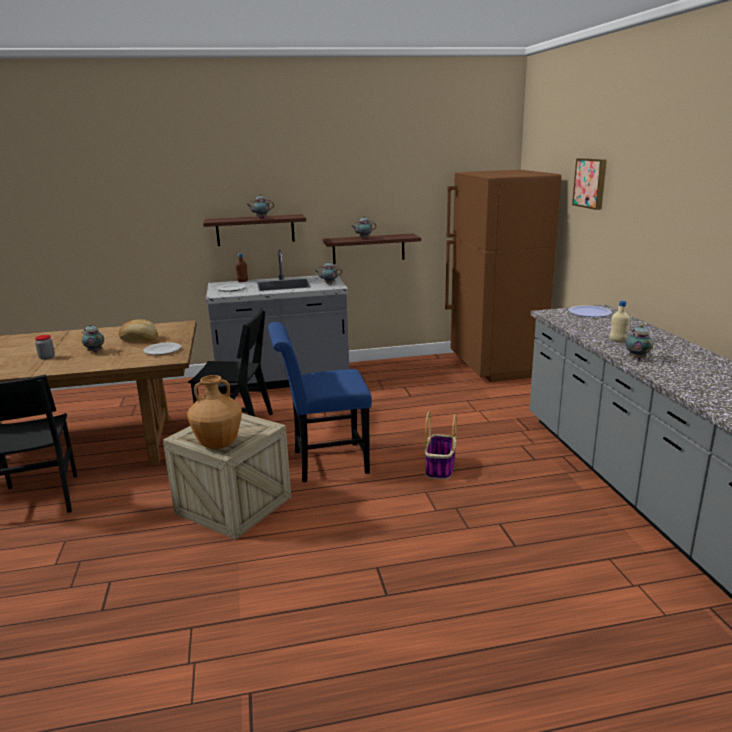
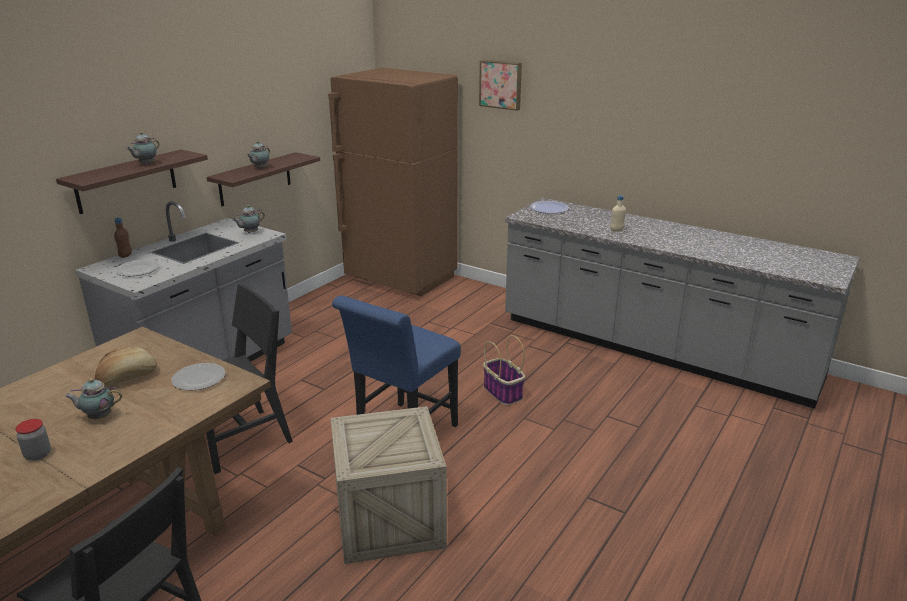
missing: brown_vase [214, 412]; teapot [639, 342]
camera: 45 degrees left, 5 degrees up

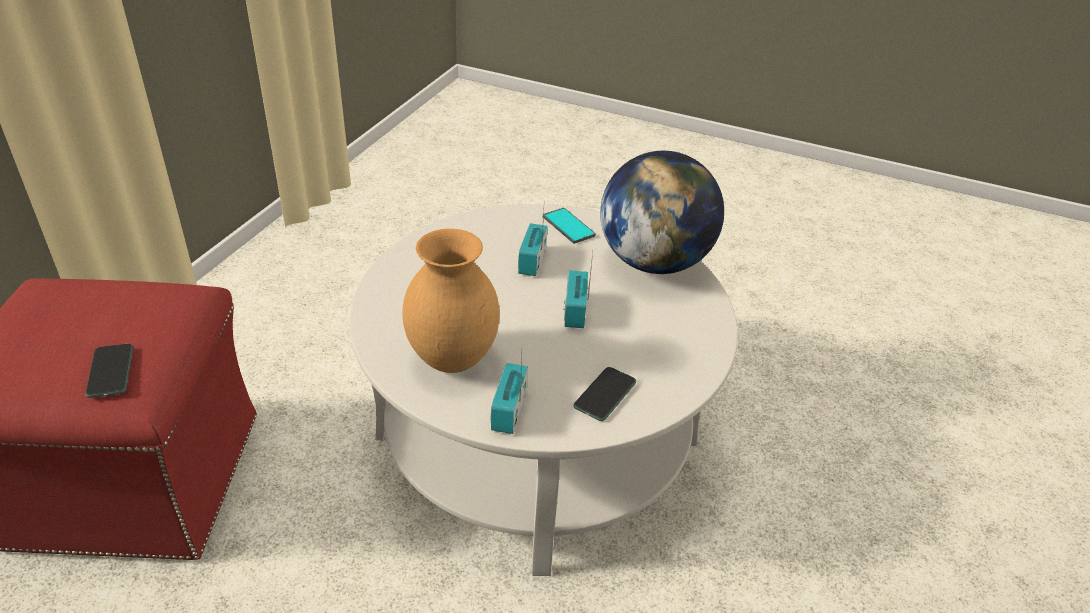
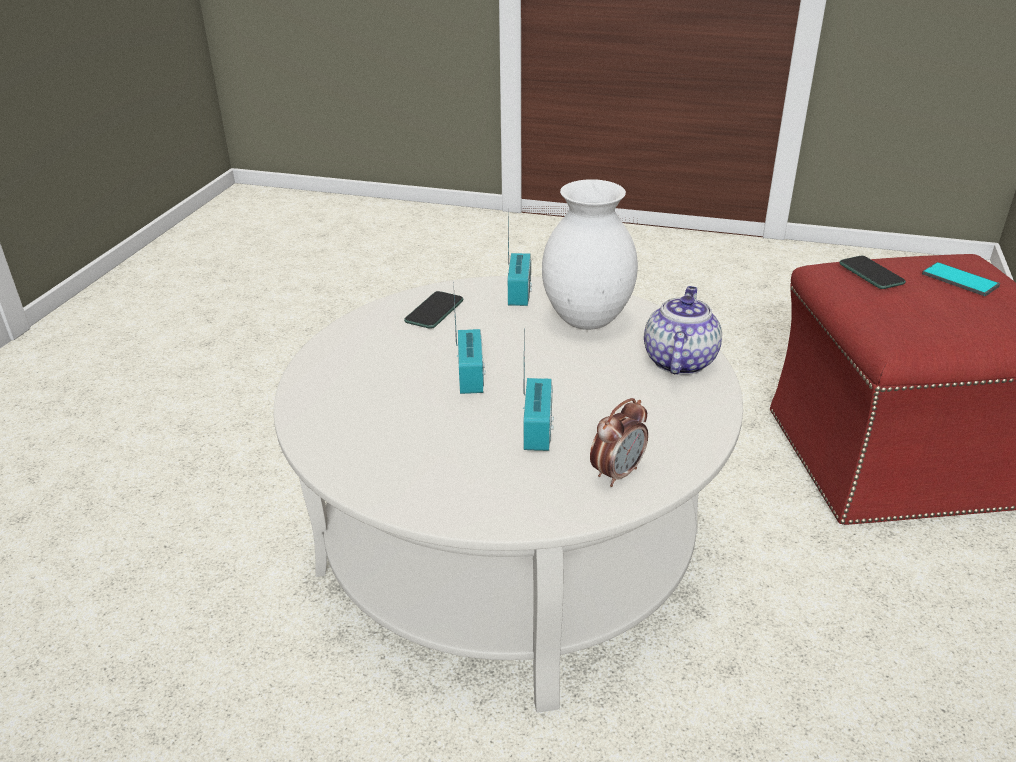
missing: globe [662, 212]
appeared: alarm_clock [619, 442]; teapot [683, 330]
relocated: phone [570, 226] to [961, 279]
colour: brown_vase [451, 301] to white_vase [590, 254]
camera: 175 degrees right, 5 degrees down

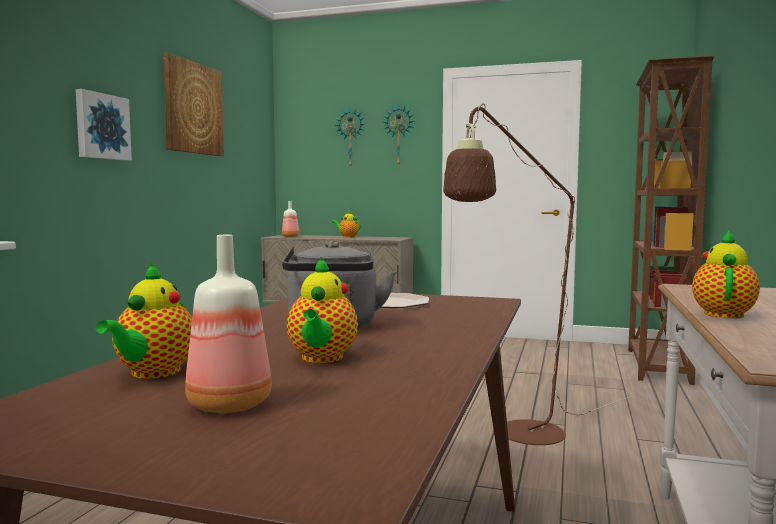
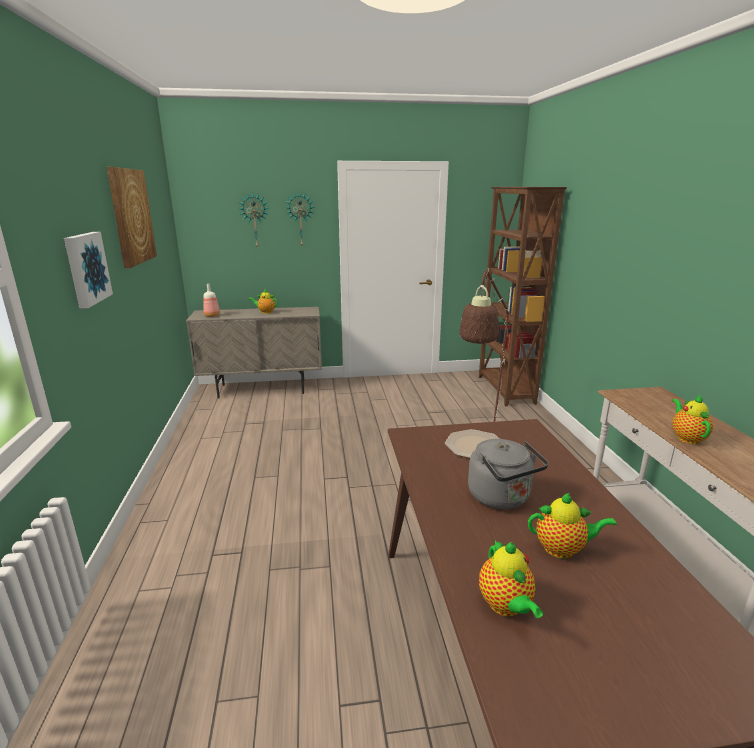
missing: bottle [228, 324]
spun: teapot [322, 310] = [572, 525] 60 degrees counterclockwise
camera: 25 degrees left, 15 degrees up

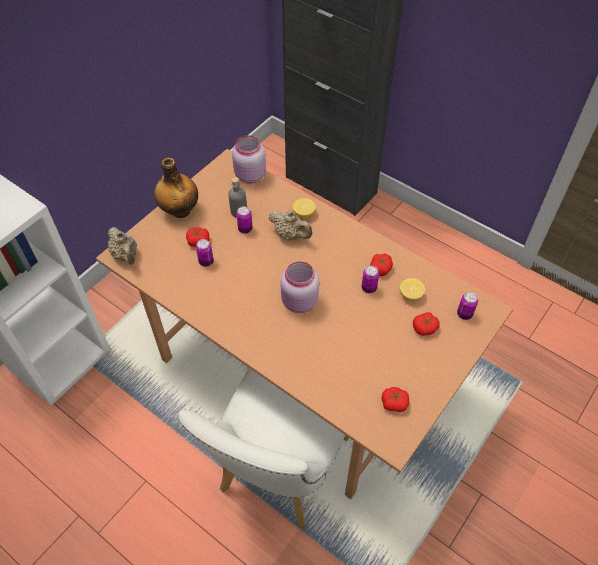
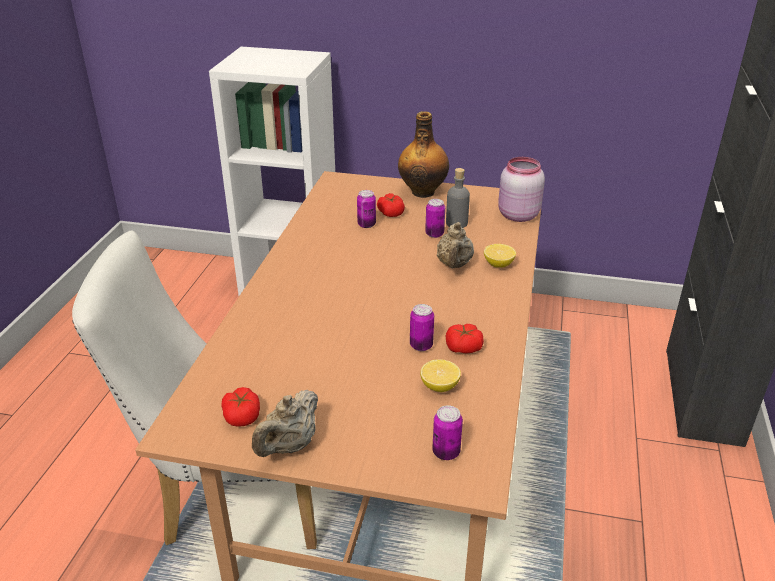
missing: pink_jar [300, 287]; tomato [426, 324]
relocated: beige_teapot [122, 246] to [285, 423]
camera: 65 degrees right, 20 degrees down

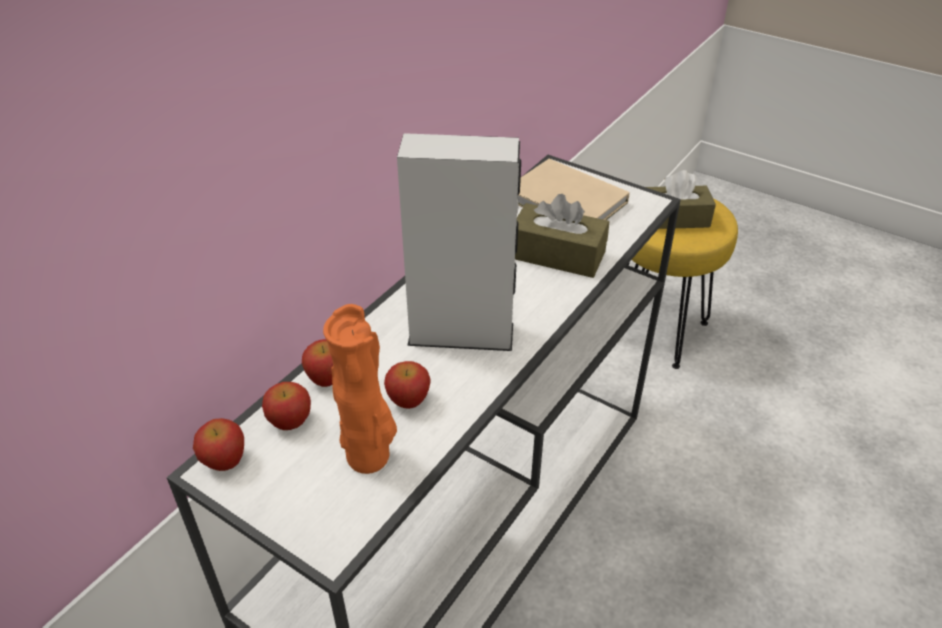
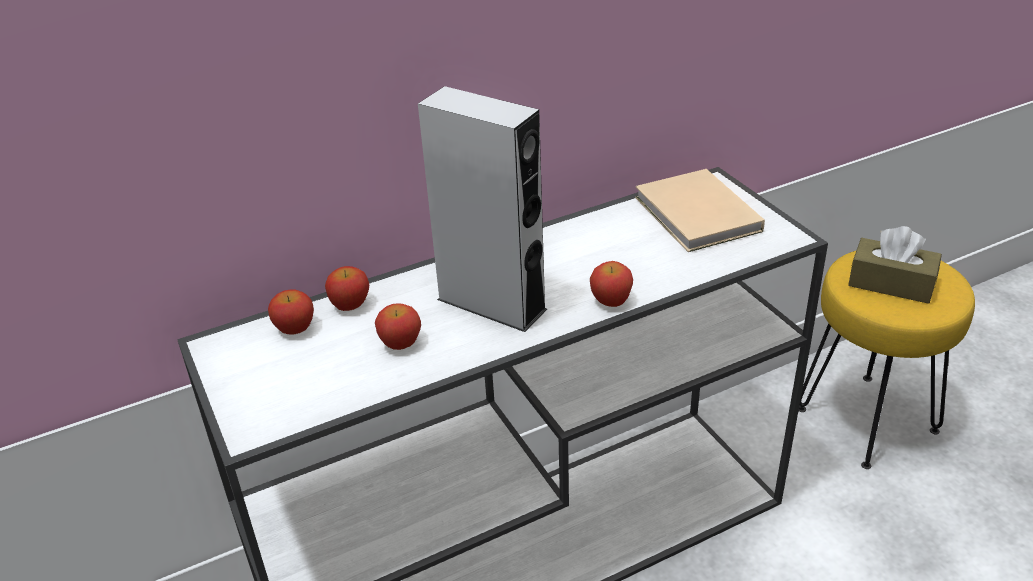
missing: orange_vase [360, 389]; brown_tissue_box [562, 236]
relocated: apple [218, 444] to [611, 284]
camera: 30 degrees right, 5 degrees down

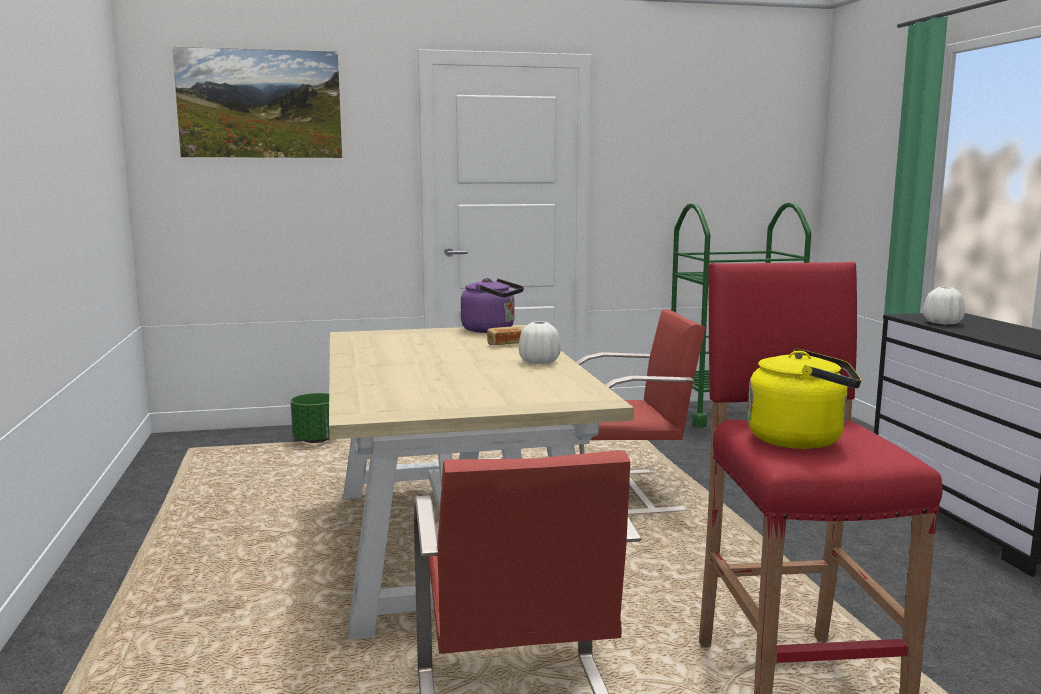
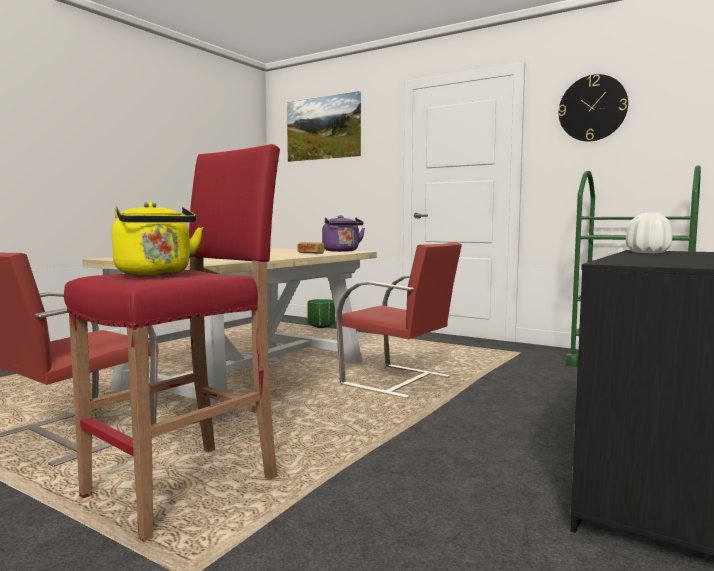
missing: white_vase [540, 342]
appeared: wall_clock [593, 107]
camera: 45 degrees right, 5 degrees down

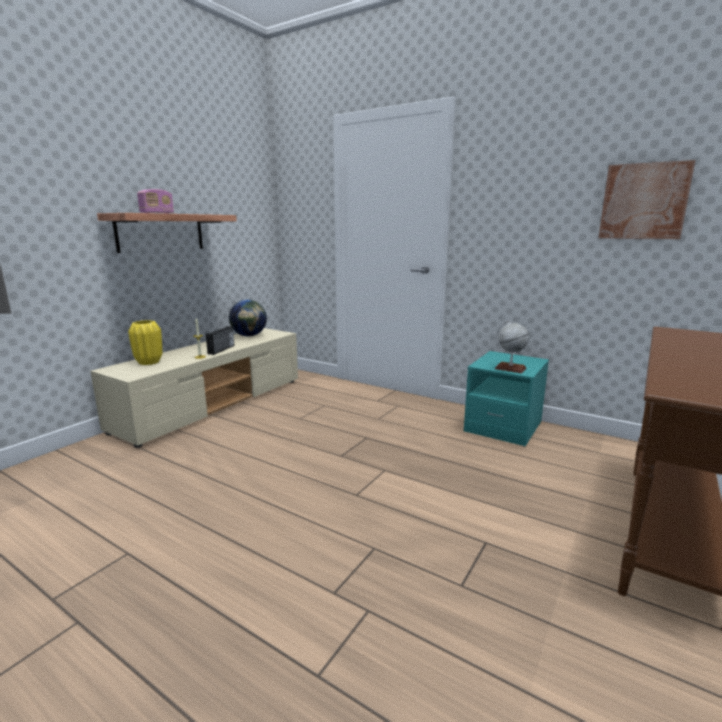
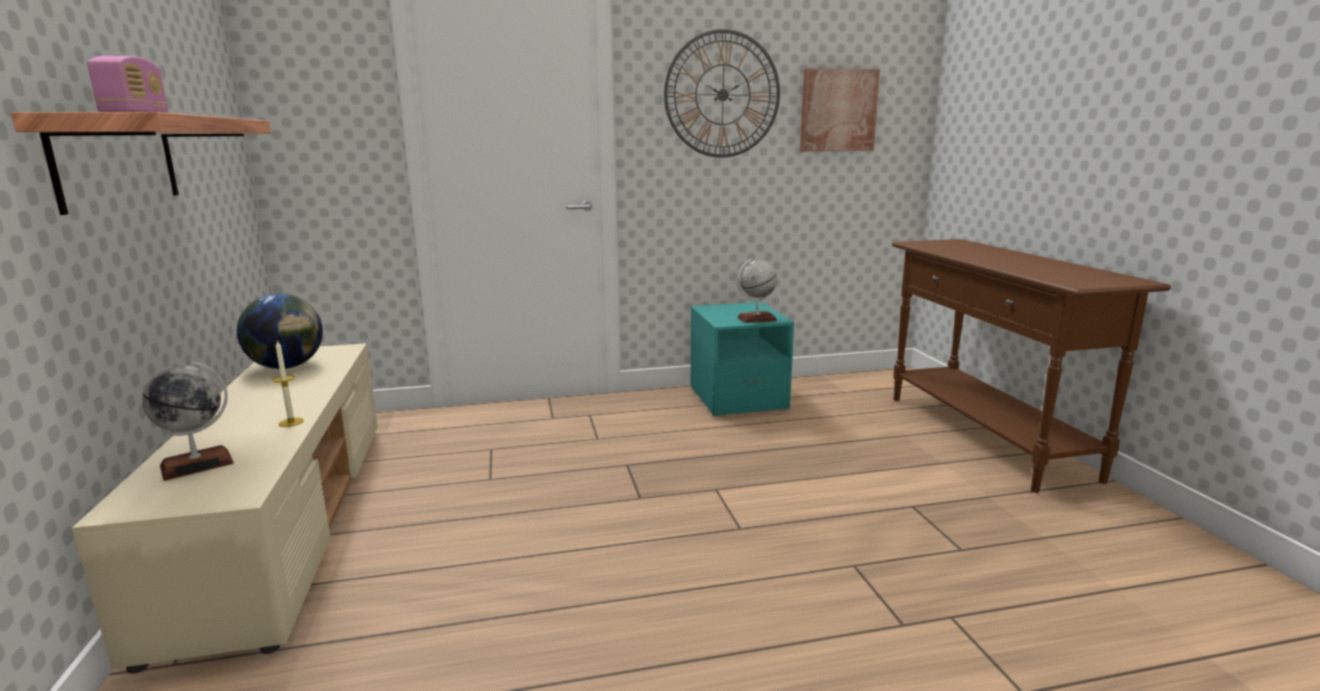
missing: radio [220, 340]
appeared: wall_clock [722, 93]
exchanged: yellow_vase [145, 342] to globe [188, 421]
camera: 45 degrees left, 0 degrees up

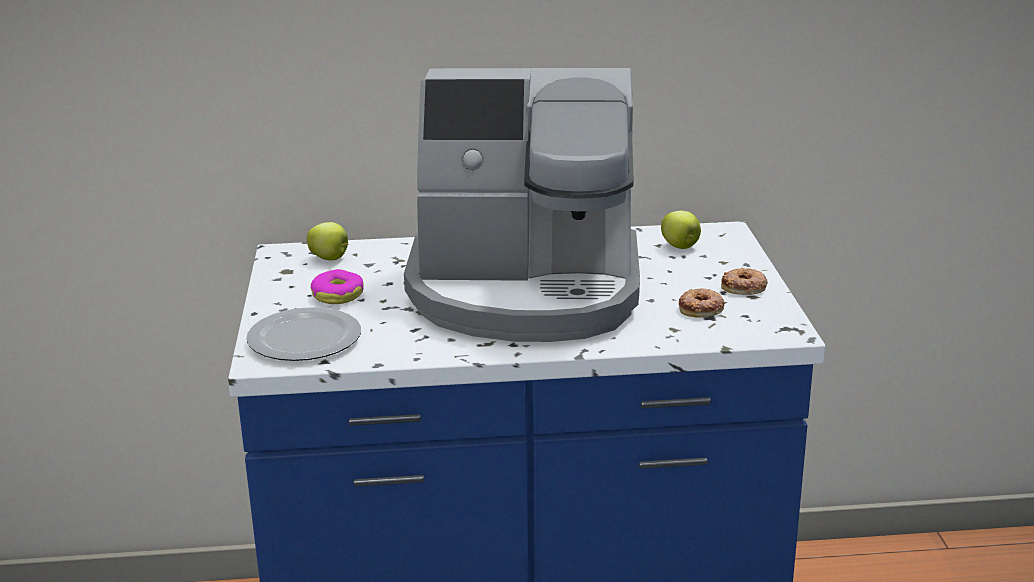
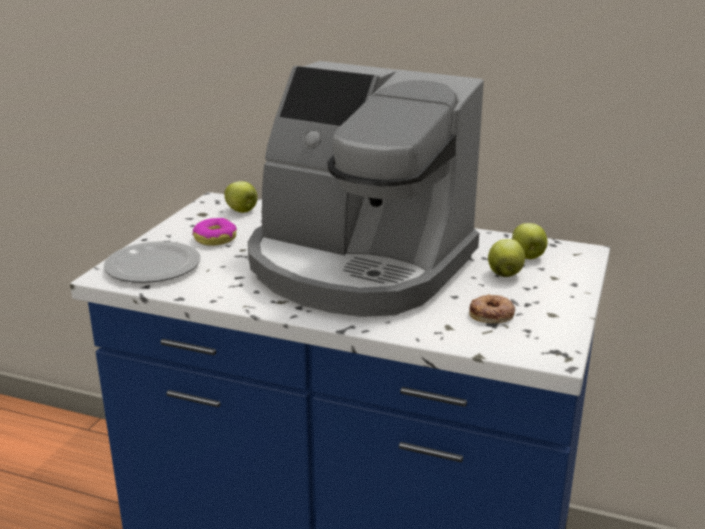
missing: donut [744, 281]
appeared: apple [506, 258]
camera: 25 degrees right, 0 degrees up

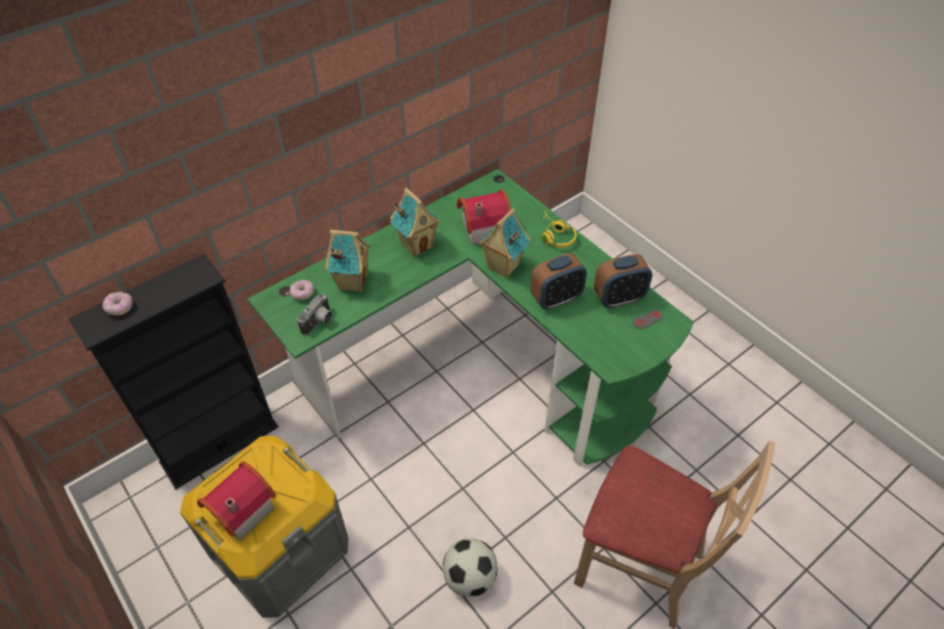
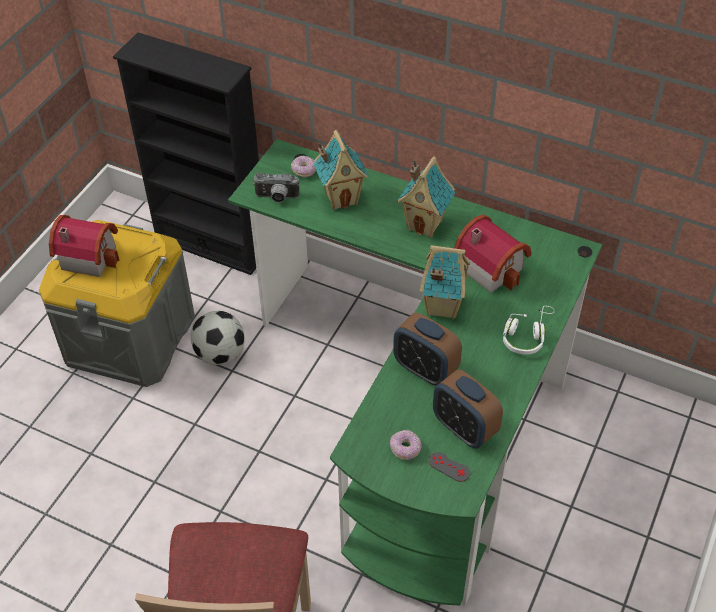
relocated: donut [117, 304] to [406, 445]; football [470, 567] to [218, 338]
colour: yellow_headphones [559, 228] to white_headphones [529, 330]
camera: 65 degrees right, 0 degrees up

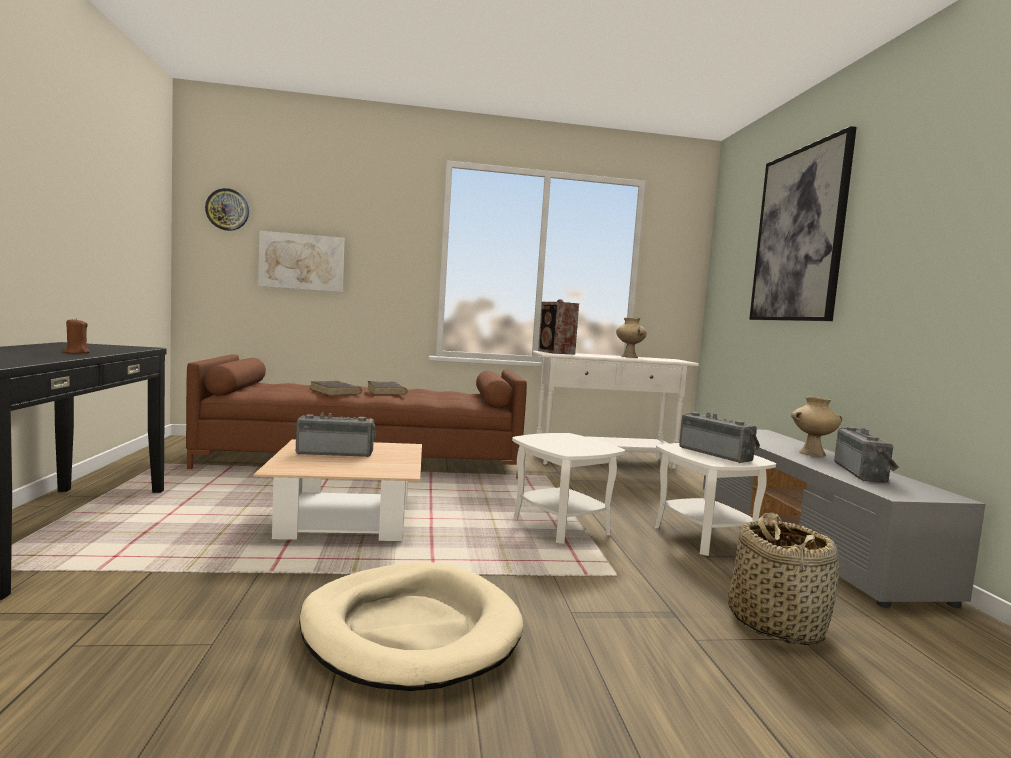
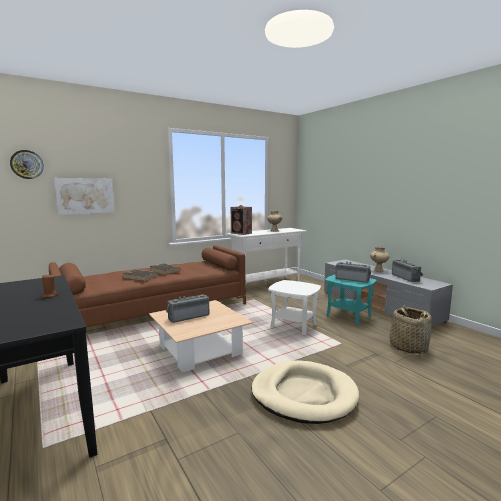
missing: picture [803, 223]
colour: white_side_table [715, 499] to turquoise_side_table [350, 299]
camera: 25 degrees left, 5 degrees up

